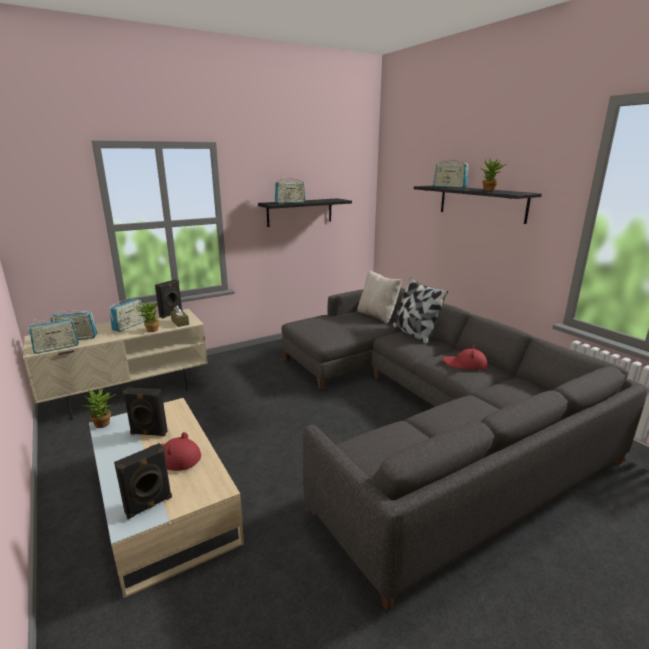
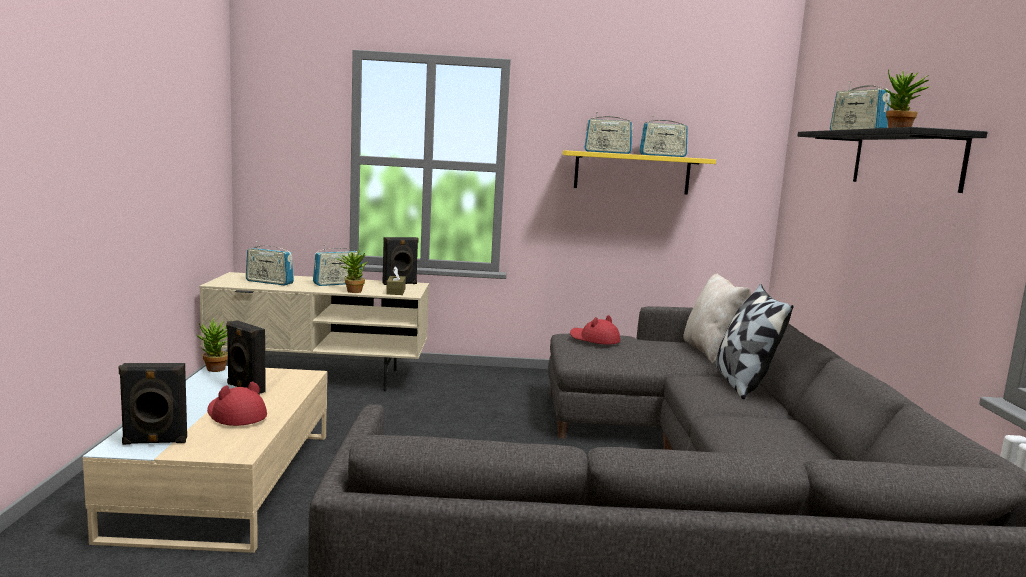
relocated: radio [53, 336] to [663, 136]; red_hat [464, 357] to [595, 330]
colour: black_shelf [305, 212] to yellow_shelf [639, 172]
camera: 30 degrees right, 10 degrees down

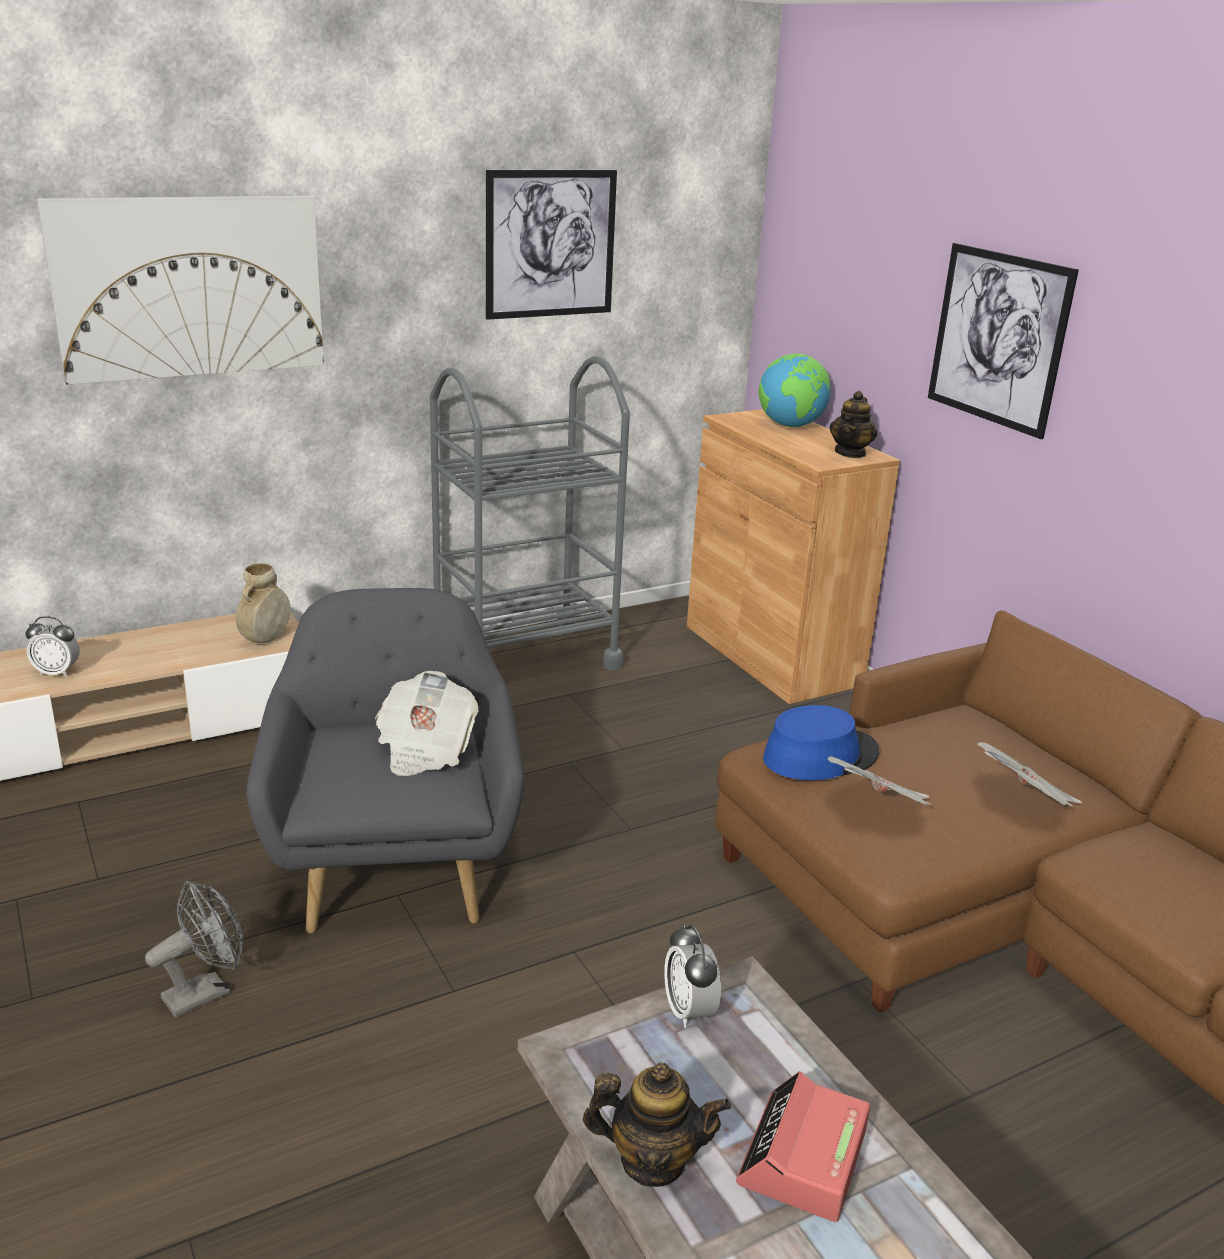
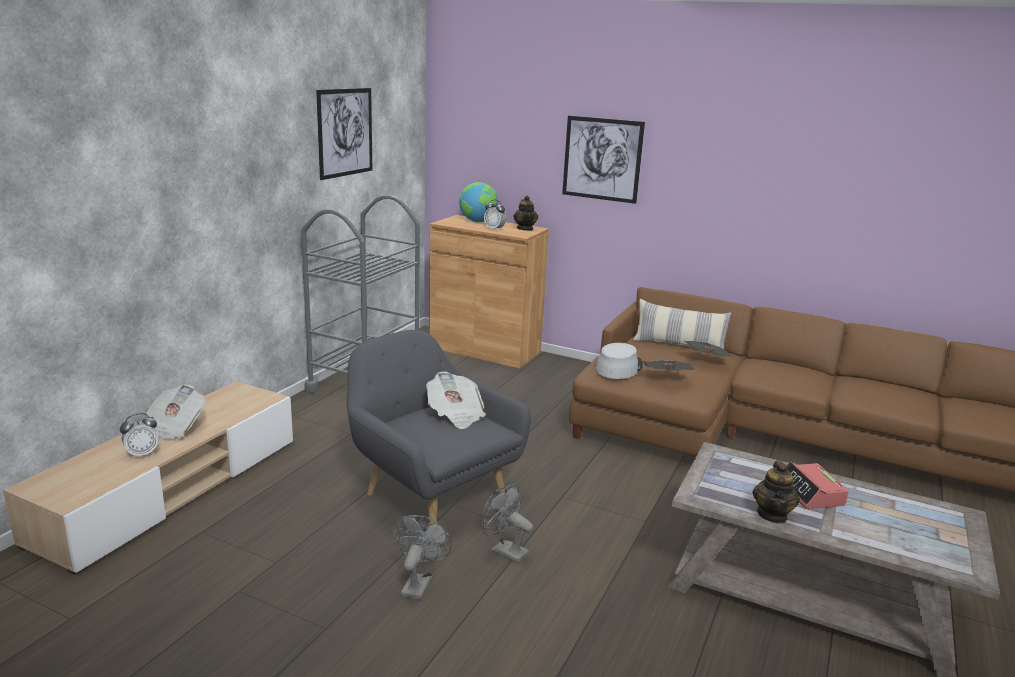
missing: picture [180, 290]; beige_vase [263, 603]
appeared: newspaper [176, 412]; grey_fan [507, 523]; pillow [682, 324]
relocated: alarm_clock [692, 976] to [495, 215]
colour: blue_hat [821, 742] to grey_hat [619, 361]
spun: teapot [657, 1124] = [776, 492] 135 degrees clockwise
camera: 35 degrees left, 5 degrees down

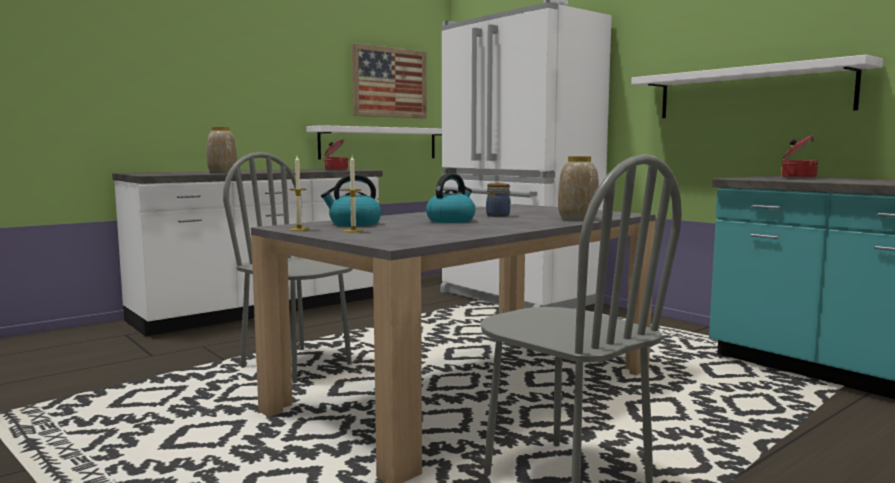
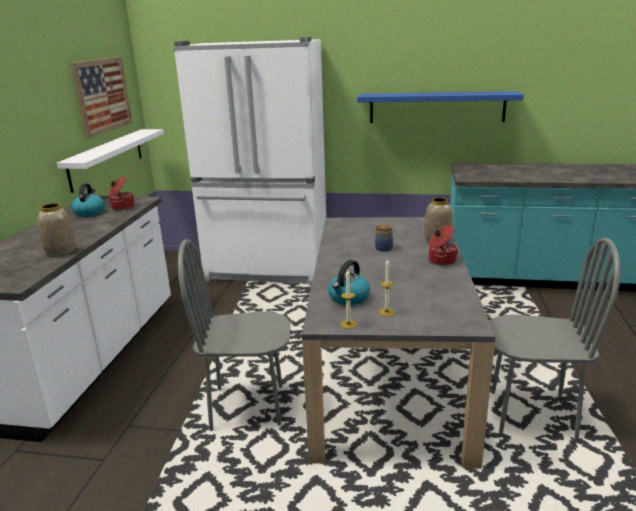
relocated: kettle [451, 198] to [88, 199]; cooking_pot [799, 157] to [443, 245]
colour: white_shelf [757, 86] to blue_shelf [440, 107]
camera: 40 degrees left, 15 degrees up

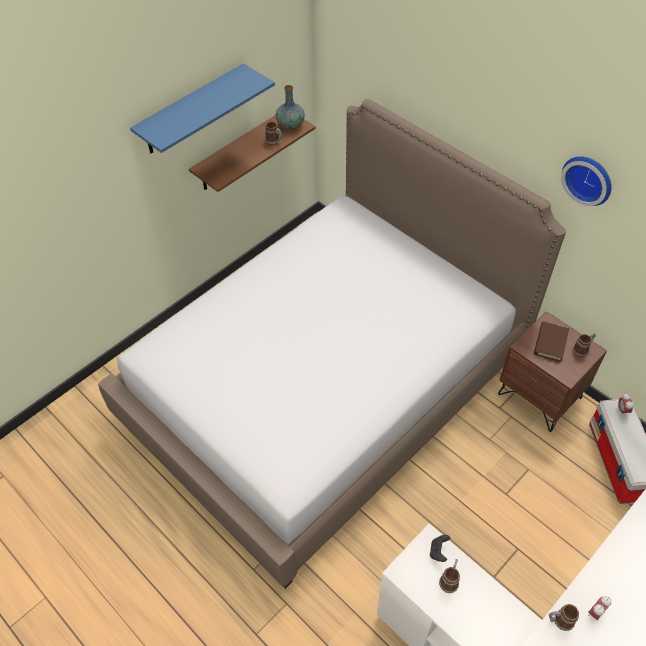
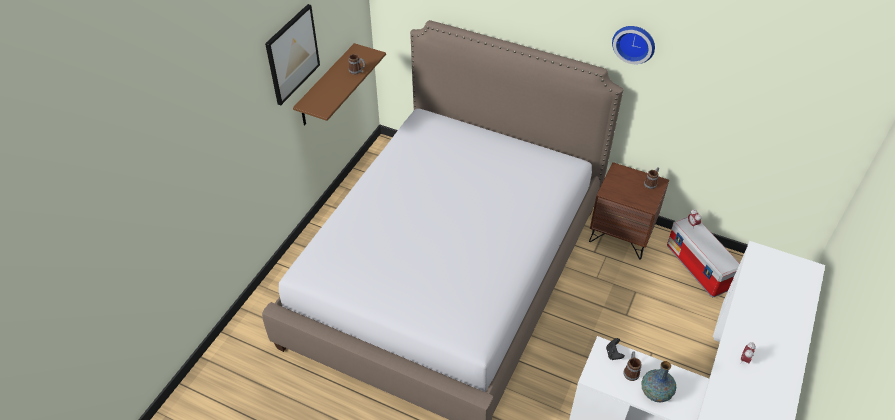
missing: brown_book [551, 341]; mug [564, 617]
relocated: vase [290, 107] to [659, 381]
exchanged: blue_shelf [202, 108] to picture [292, 54]
camera: 20 degrees left, 5 degrees down

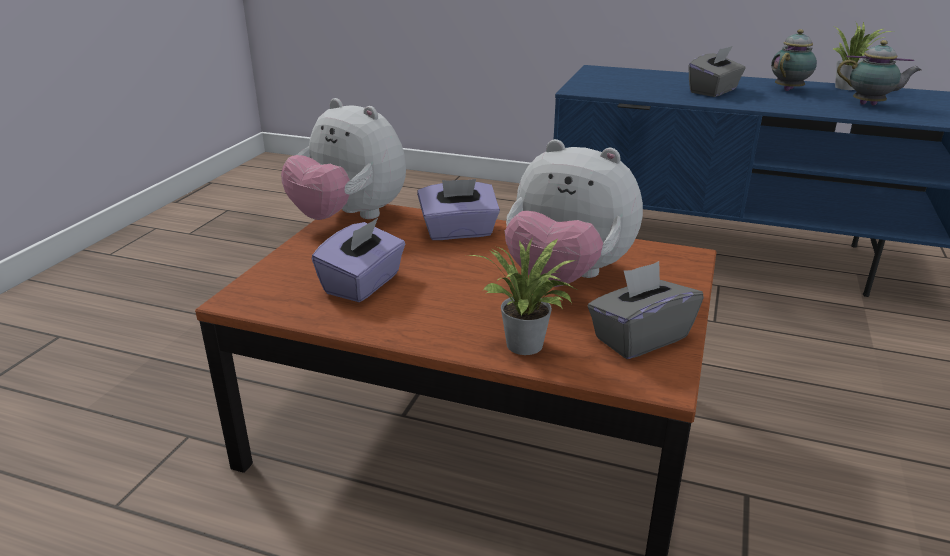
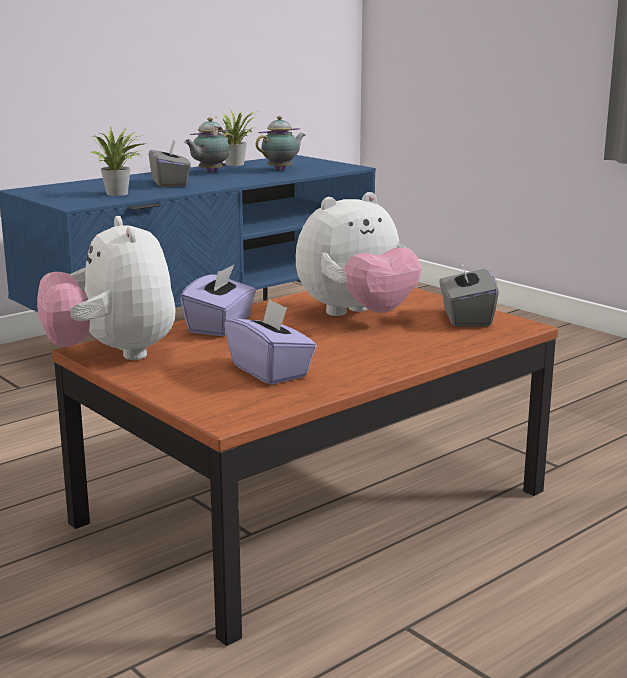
relocated: potted_plant [522, 297] to [118, 160]
spun: plush_toy [343, 159] = [106, 288] 90 degrees clockwise; teapot [794, 60] = [209, 145] 120 degrees counterclockwise
camera: 60 degrees left, 10 degrees down

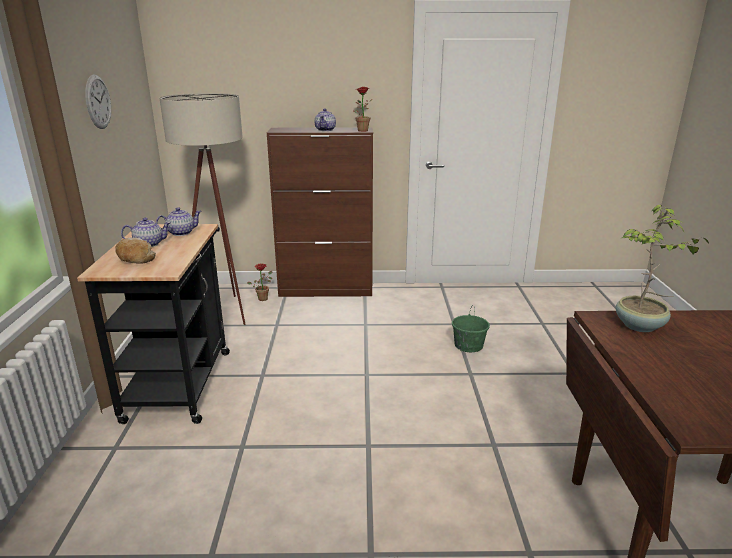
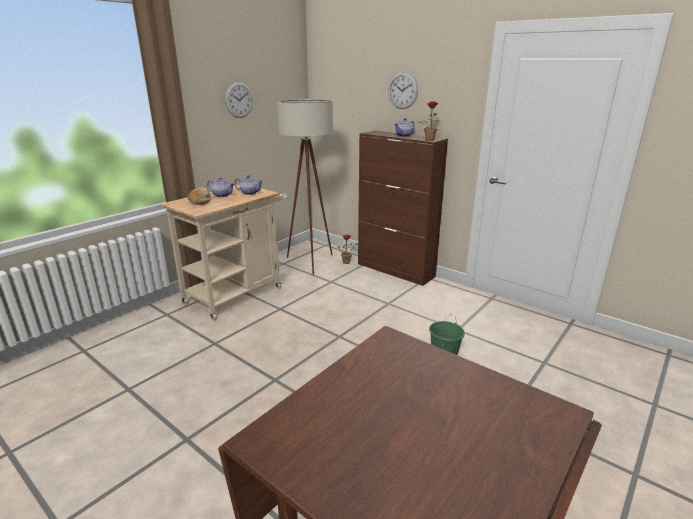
missing: potted_plant [662, 268]
appeared: wall_clock [403, 90]
colour: black_cart [153, 324] to beige_cart [224, 252]
camera: 40 degrees right, 0 degrees up

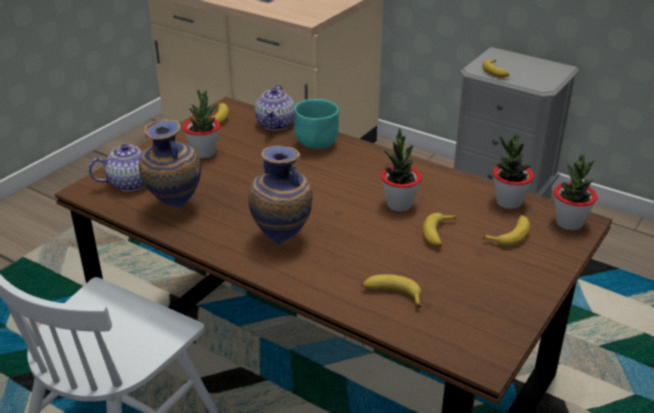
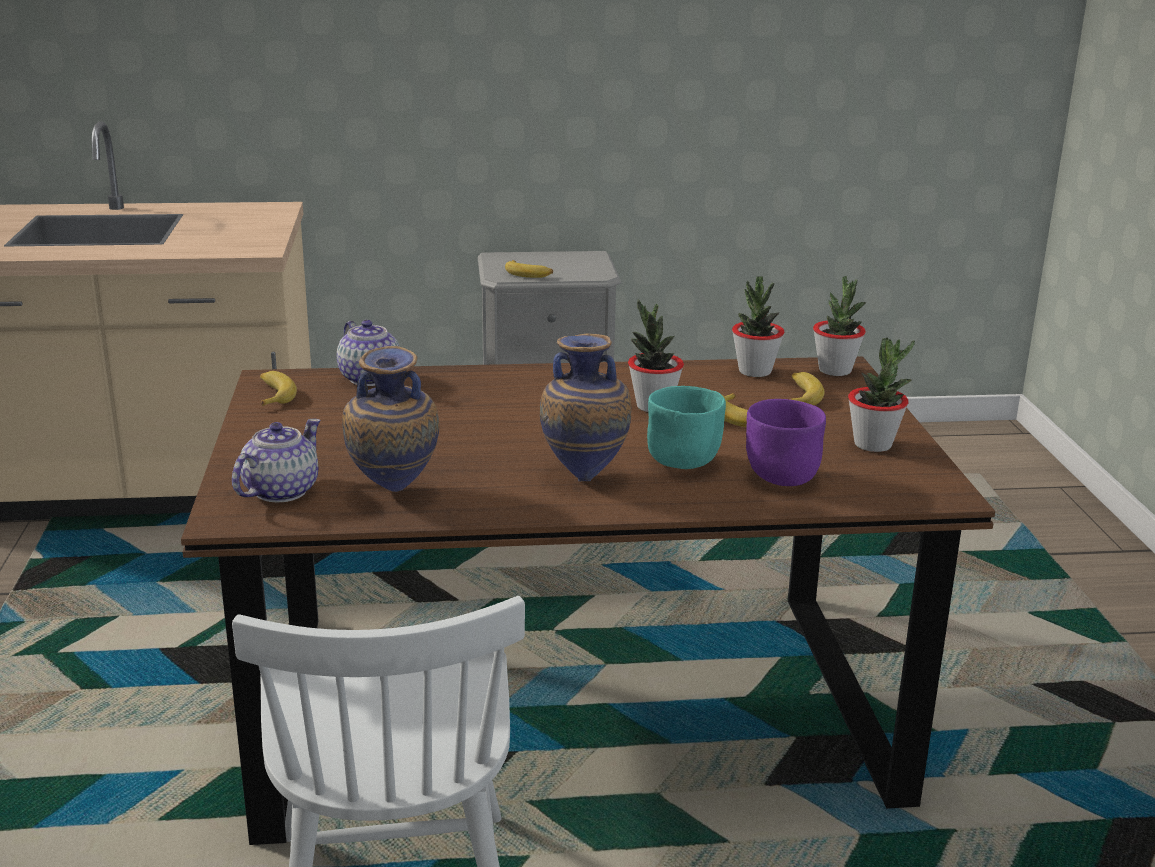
relocated: potted_plant [201, 124] to [881, 395]; turquoise_bowl [316, 124] to [686, 427]
exchanged: banana [391, 291] to purple_bowl [786, 442]
camera: 40 degrees left, 10 degrees down

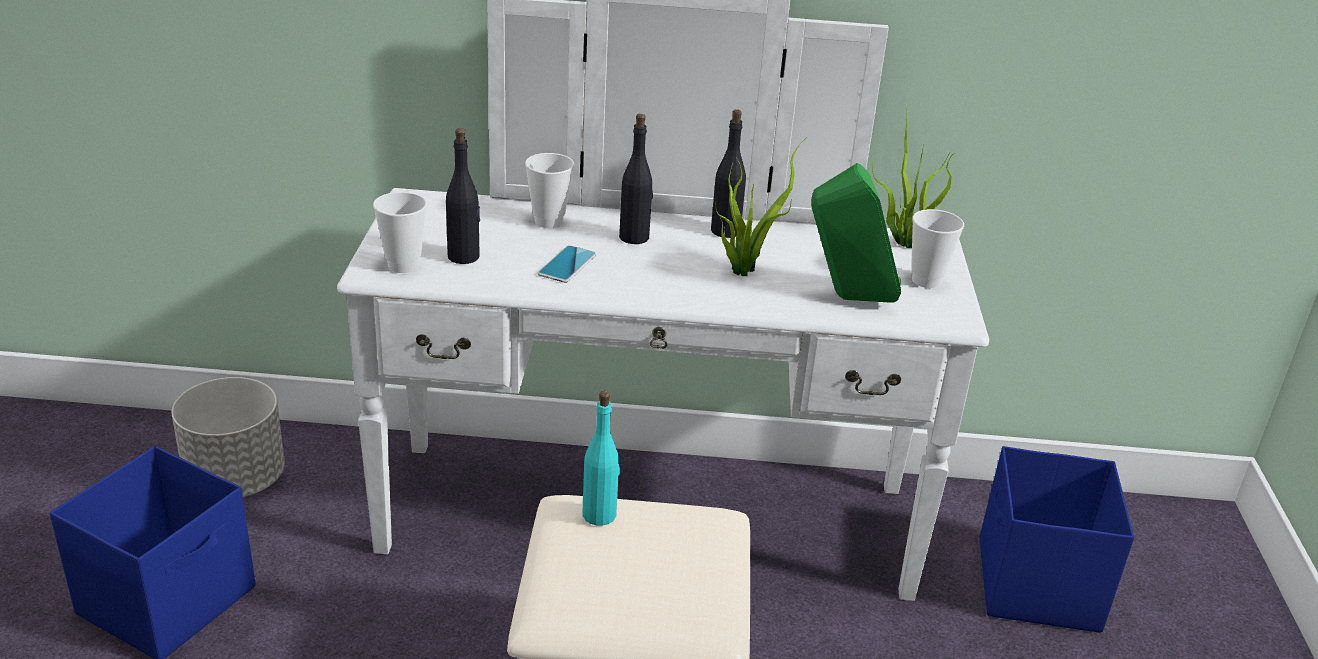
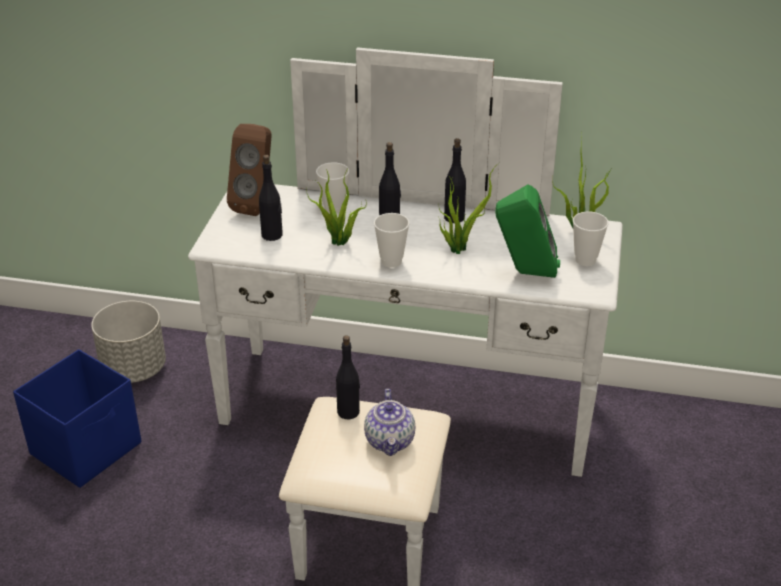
missing: blue_storage_box [1057, 539]
appeared: brown_speaker [249, 170]; teapot [389, 422]
relocated: cup [400, 232] to [392, 240]
exchanged: phone [566, 264] to potted_plant [336, 207]
colour: turquoise_bottle [601, 458] to black_bottle [348, 377]
camera: 10 degrees right, 5 degrees up

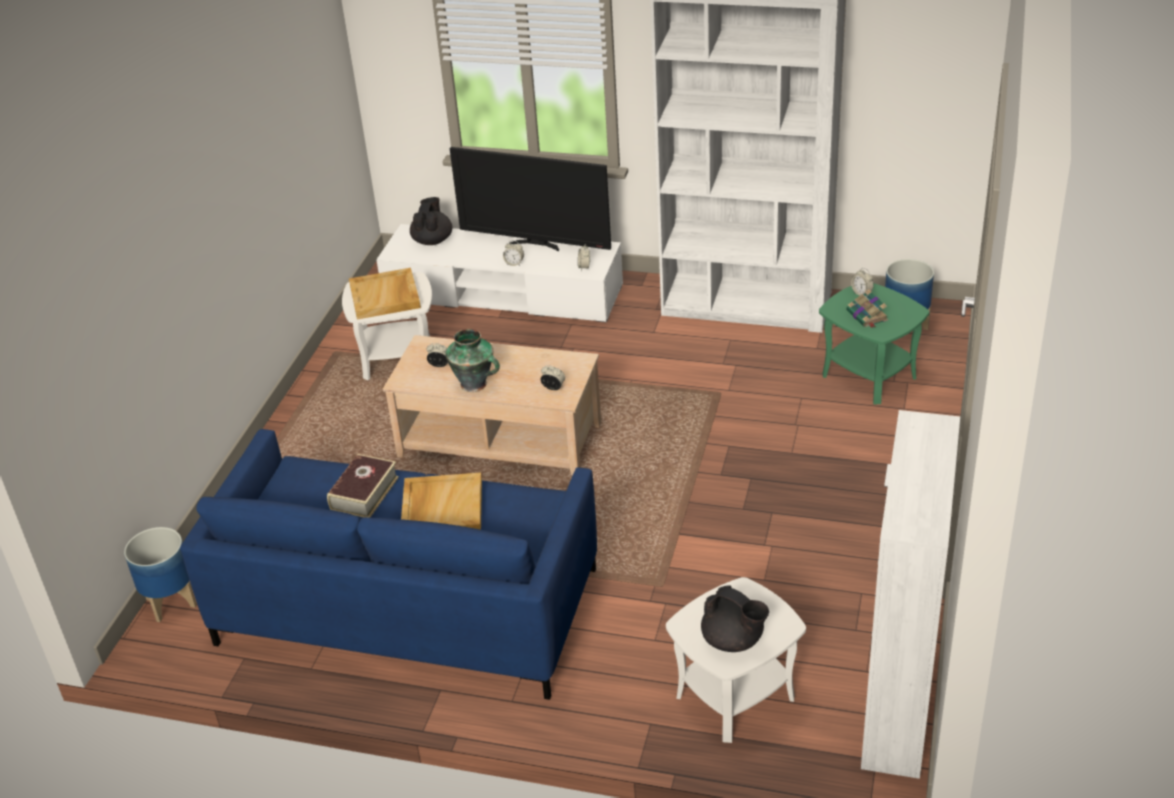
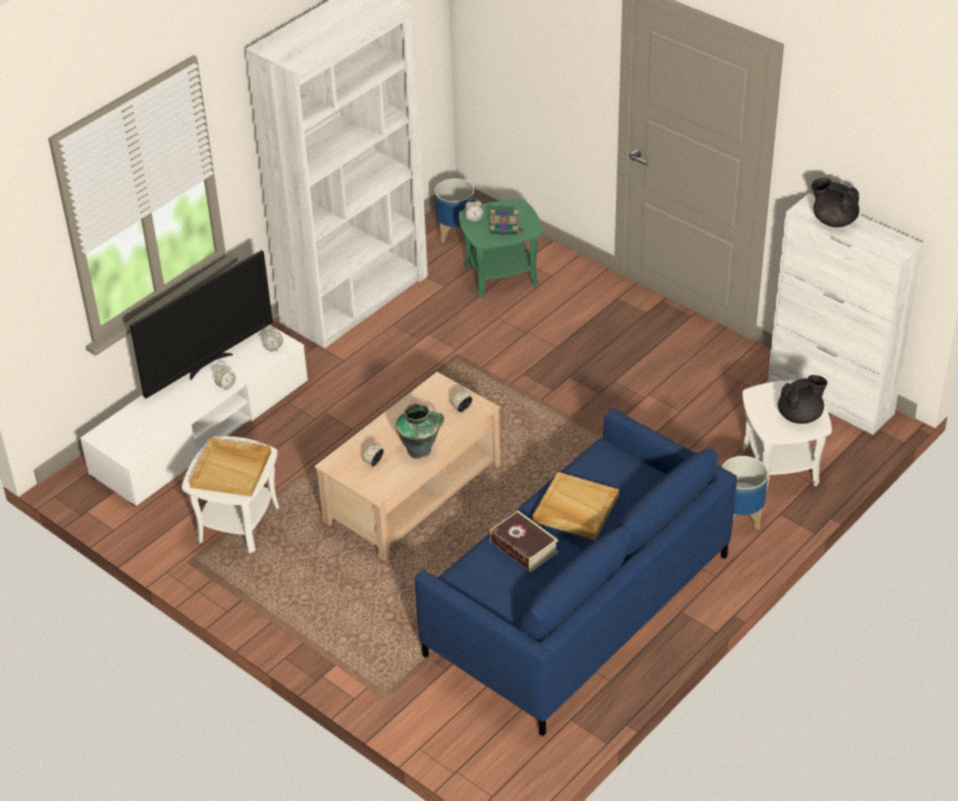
relocated: planter [160, 574] to [745, 493]; black_teapot [431, 221] to [835, 202]
camera: 65 degrees left, 5 degrees up

